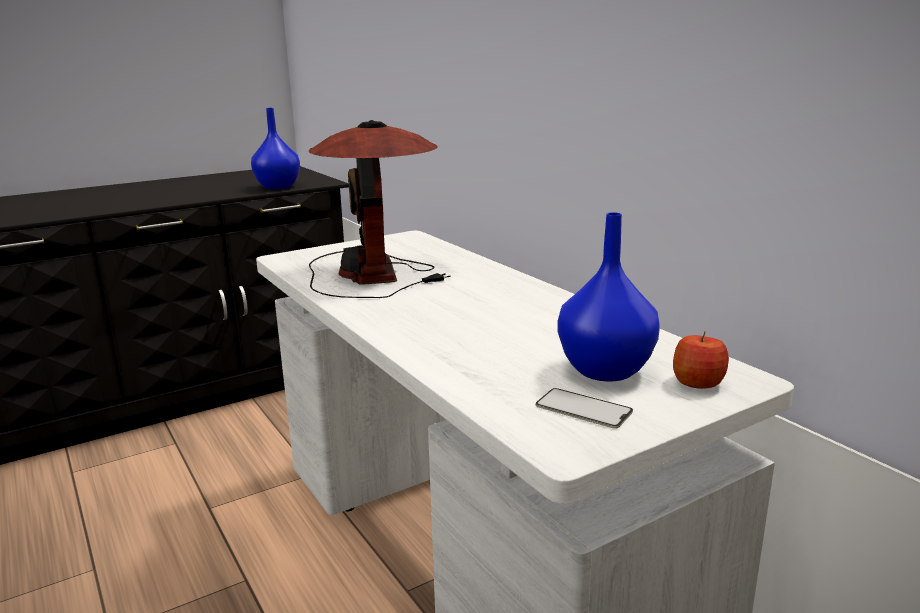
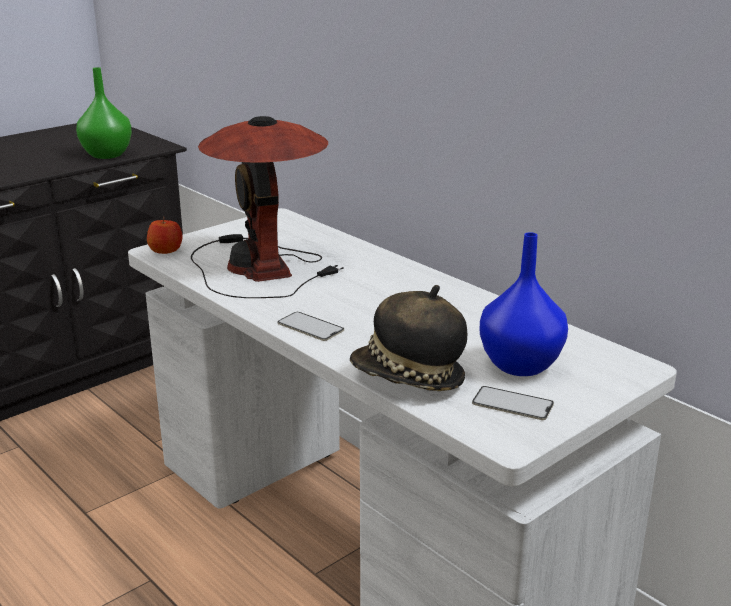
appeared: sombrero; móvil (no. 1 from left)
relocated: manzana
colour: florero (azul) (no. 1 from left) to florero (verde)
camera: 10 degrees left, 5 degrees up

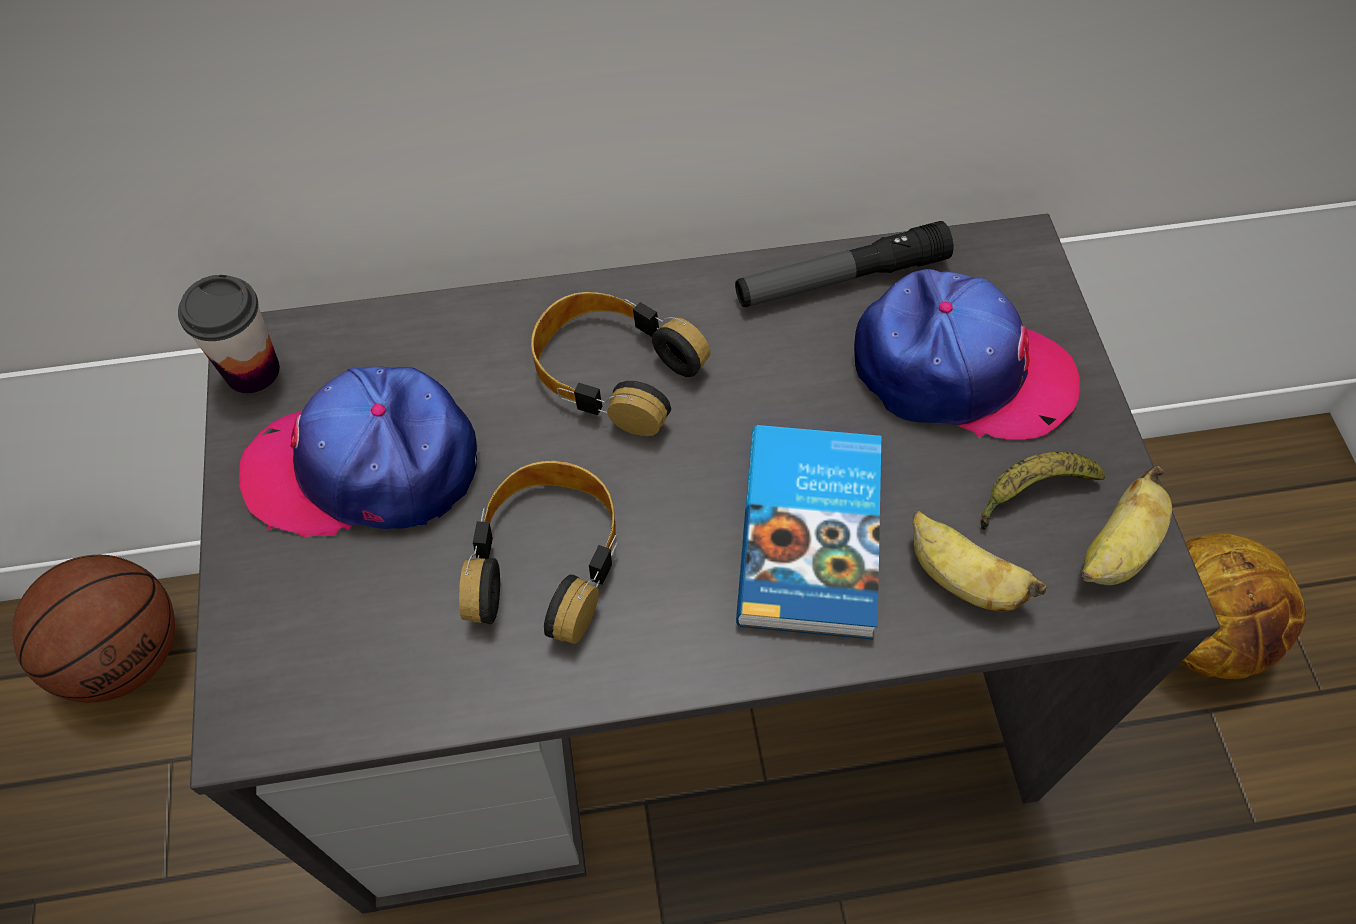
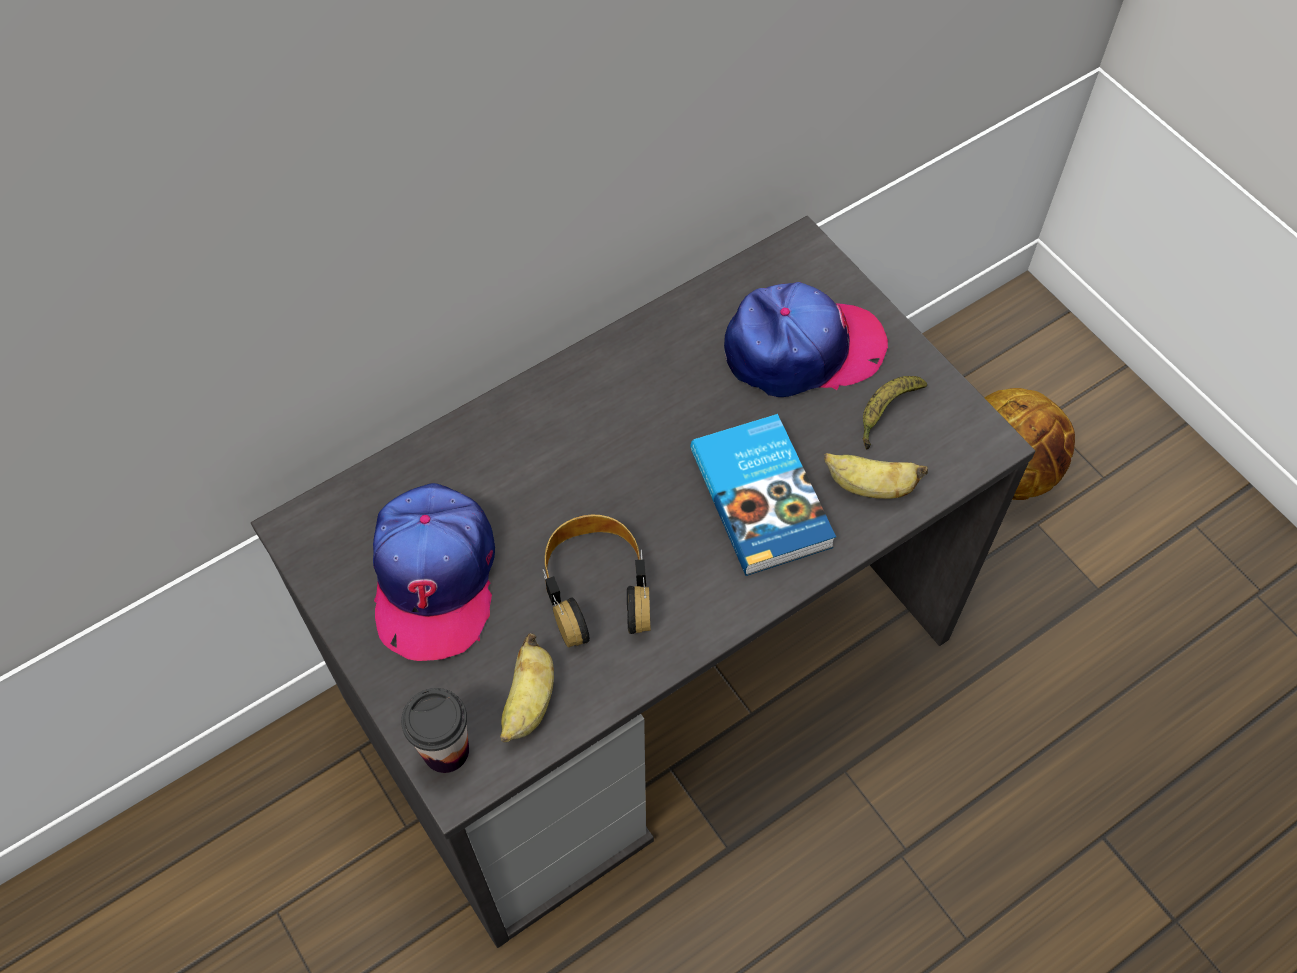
missing: linterna; auriculares (no. 2 from left); balón de baloncesto (no. 1 from left)
relocated: taza; plátano (no. 3 from left in the first image) to plátano (no. 1 from left)
spun: gorra (no. 1 from left) 60 degrees counterclockwise
camera: 25 degrees left, 0 degrees up

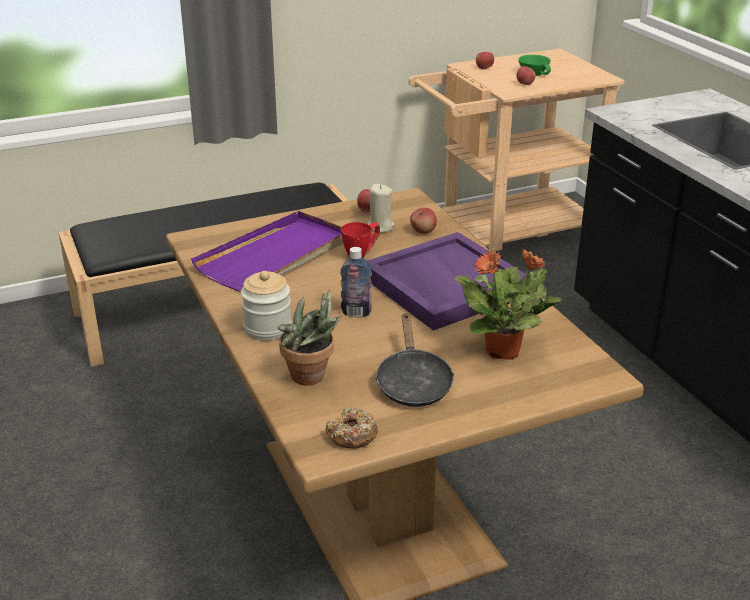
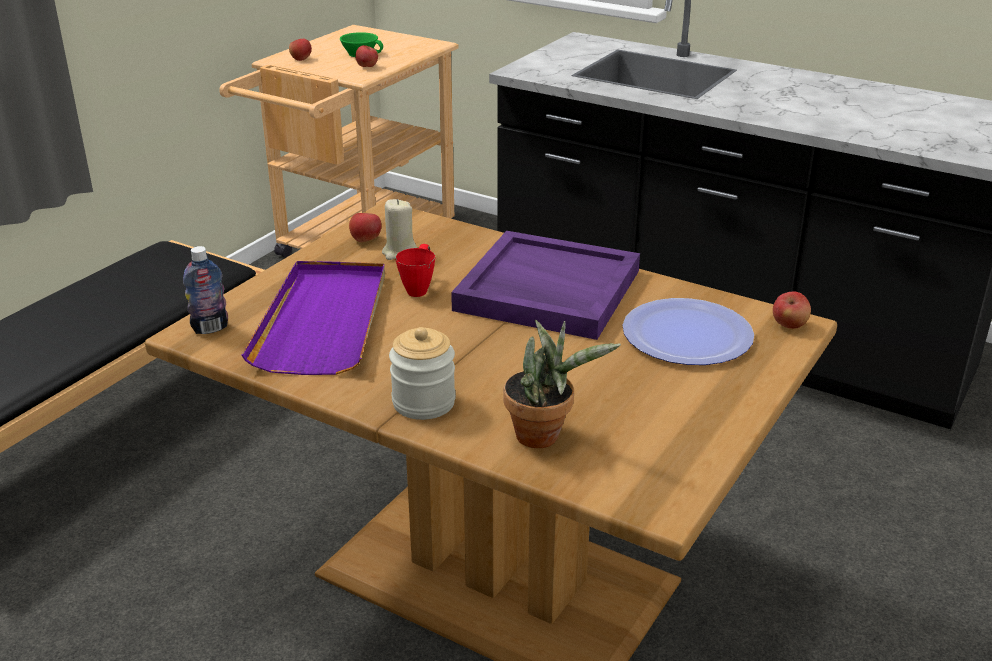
missing: sartén (negro); rosquilla
relocated: manzana (no. 2 from left in the first image) to manzana (no. 4 from left); botella
exchanged: planta en maceta (no. 2 from left) to plato
camera: 35 degrees left, 0 degrees up

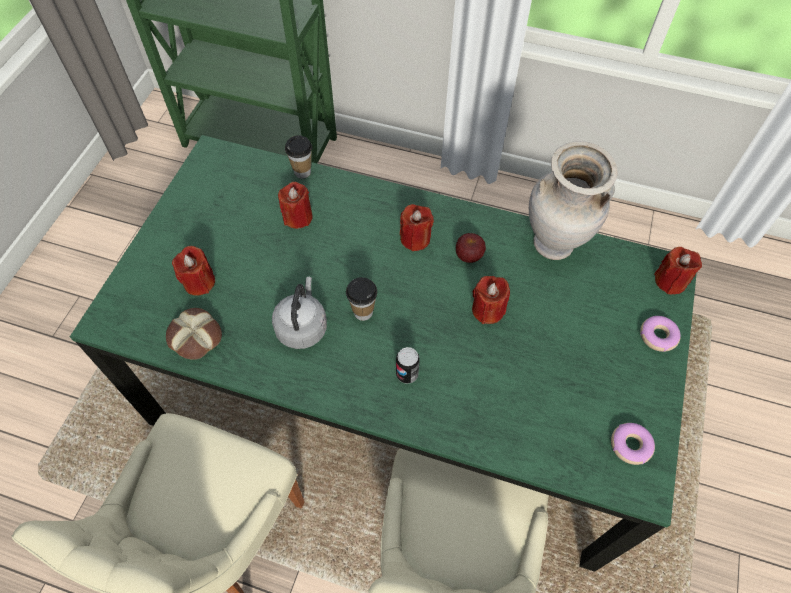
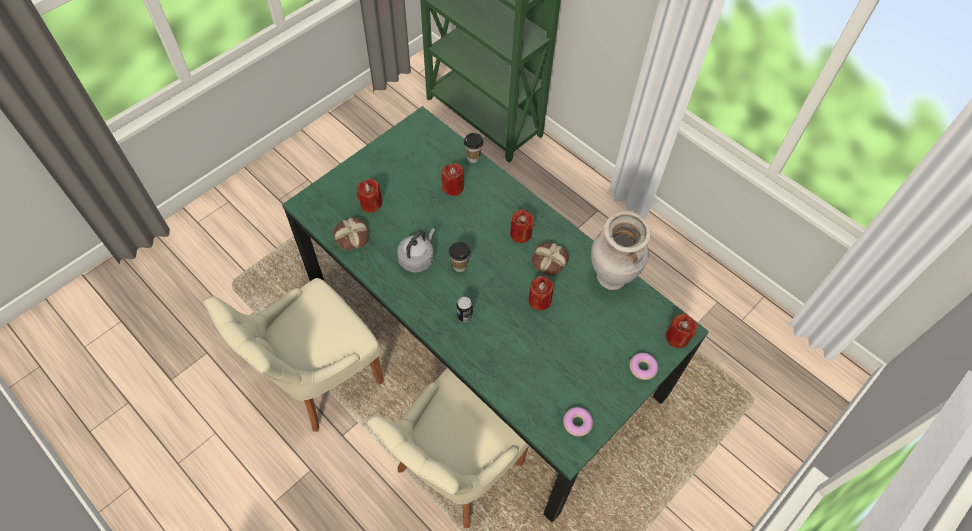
exchanged: manzana to pan (no. 2 from left)
camera: 25 degrees right, 0 degrees up

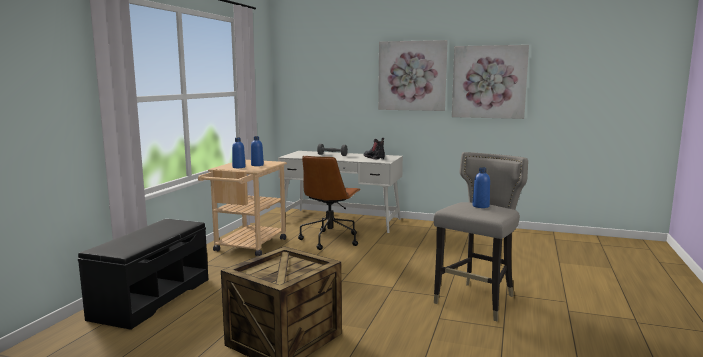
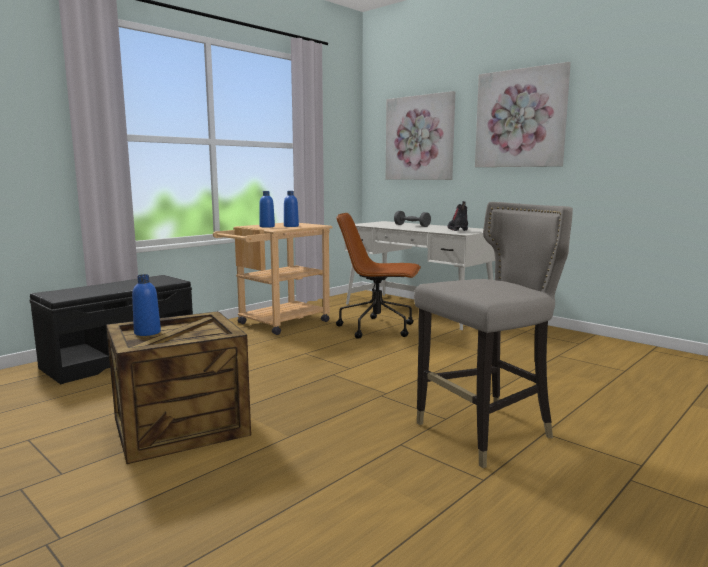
relocated: cuadro (no. 2 from left in the first image) to cuadro (no. 1 from left); botella (azul) (no. 3 from left in the first image) to botella (azul) (no. 1 from left)
spun: silla de oficina (marrón) 60 degrees clockwise
camera: 25 degrees right, 0 degrees up

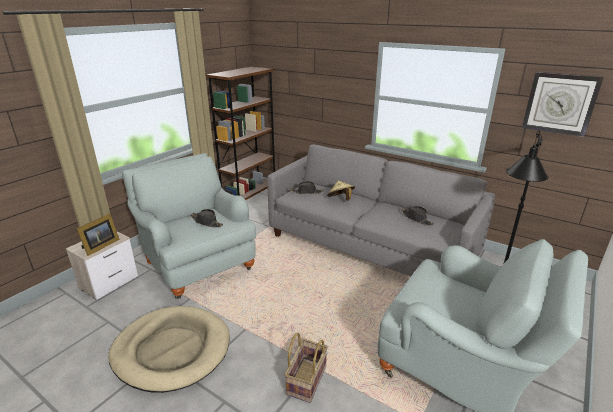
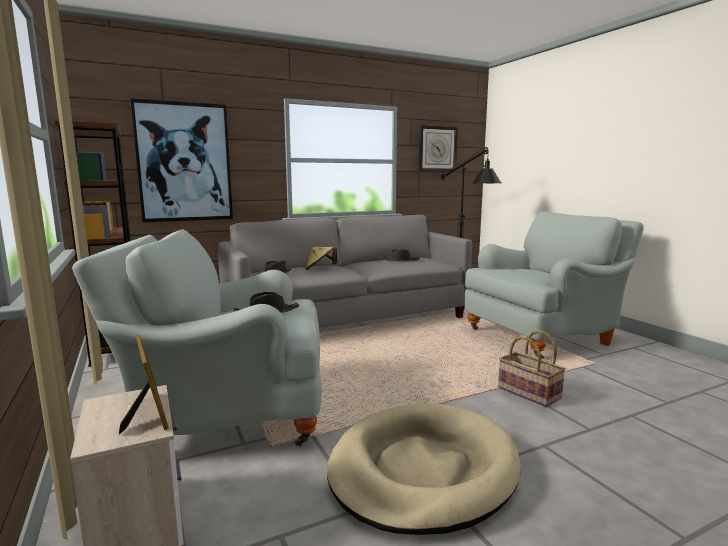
appeared: cuadro
camera: 60 degrees left, 15 degrees down

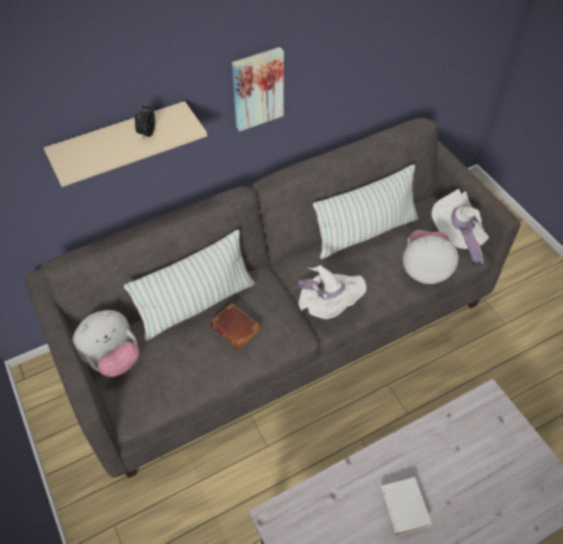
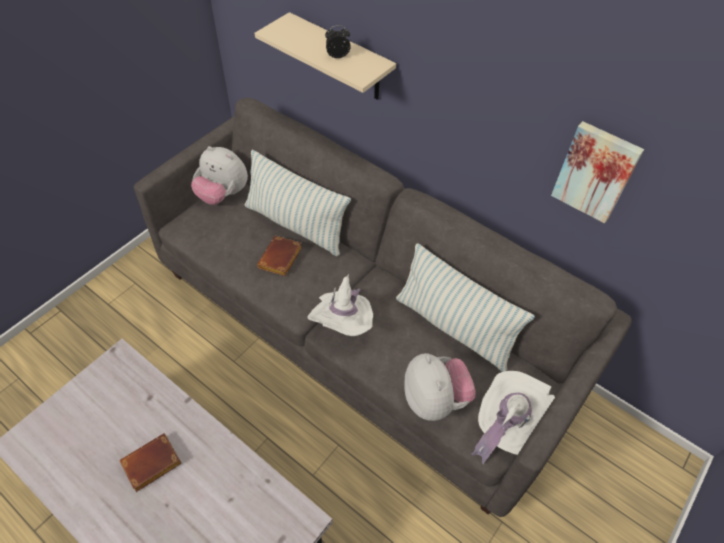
relocated: cuadro
colour: libro (blanco) to libro (marrón) (no. 1 from left)
camera: 65 degrees right, 0 degrees up

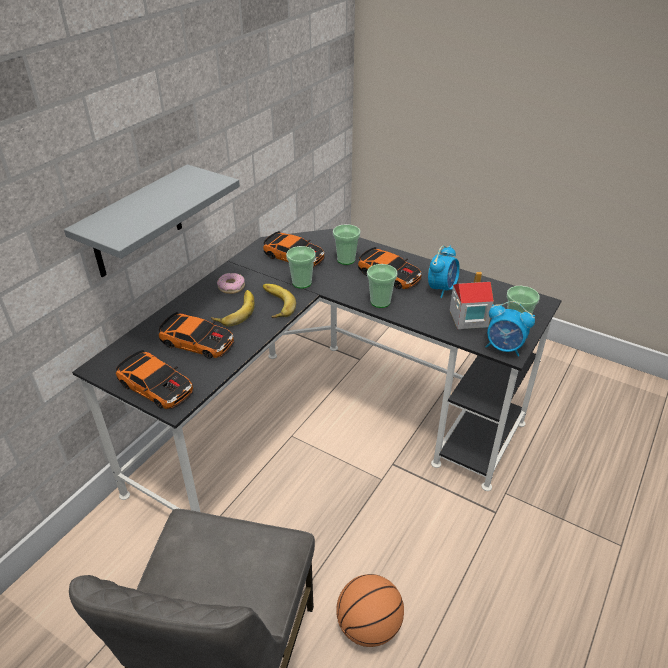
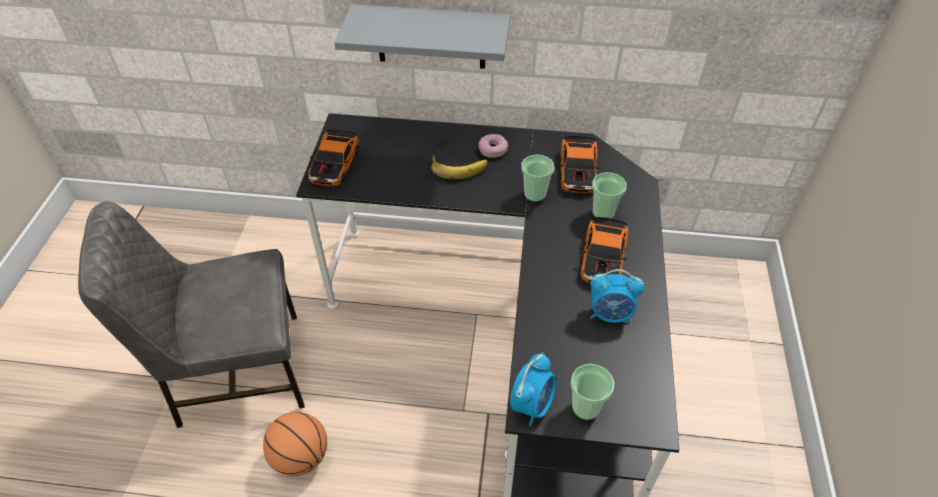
missing: taza (no. 3 from left); casita; plátano (no. 2 from left); coche de juguete (no. 2 from left)
spun: despertador (no. 2 from left in the first image) 150 degrees counterclockwise
camera: 65 degrees right, 10 degrees up

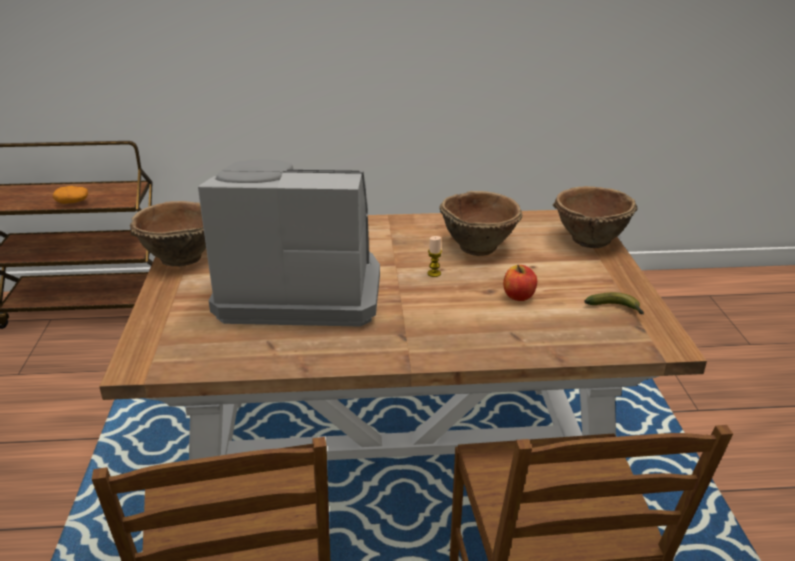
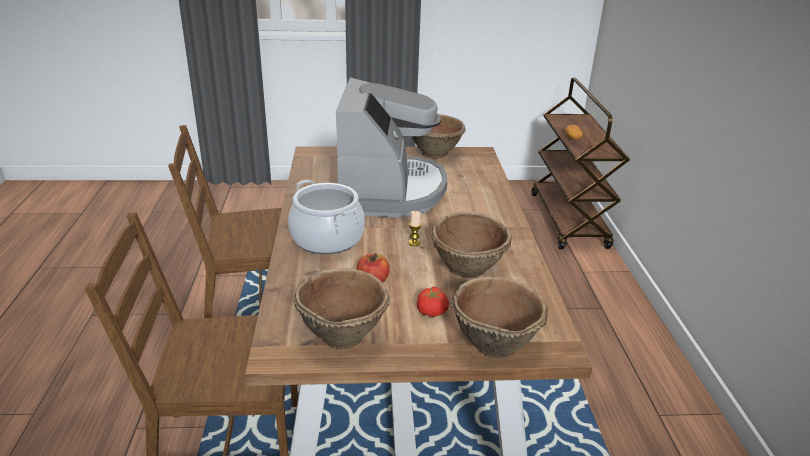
appeared: olla; tomate
exchanged: plátano to cuenco (marrón) (no. 1 from left)
camera: 90 degrees right, 0 degrees up

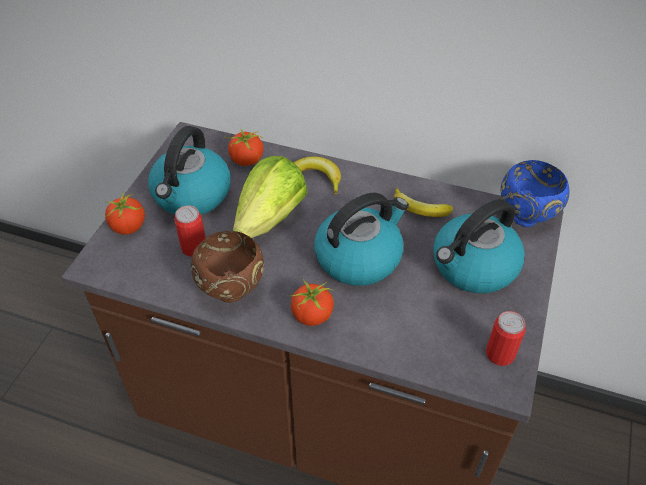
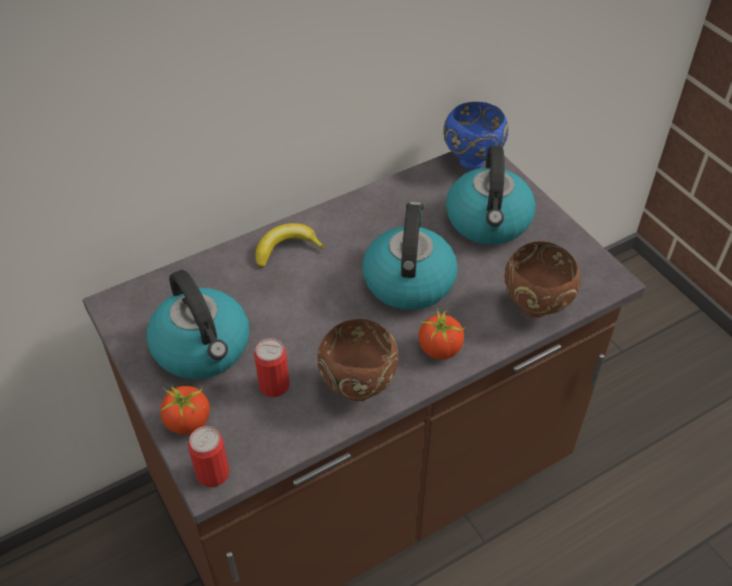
missing: tomate (no. 2 from left); lechuga; plátano (no. 2 from left)
appeared: cuenco (marrón) (no. 2 from left)
relocated: lata (no. 2 from left in the first image) to lata (no. 1 from left)
camera: 50 degrees left, 0 degrees up

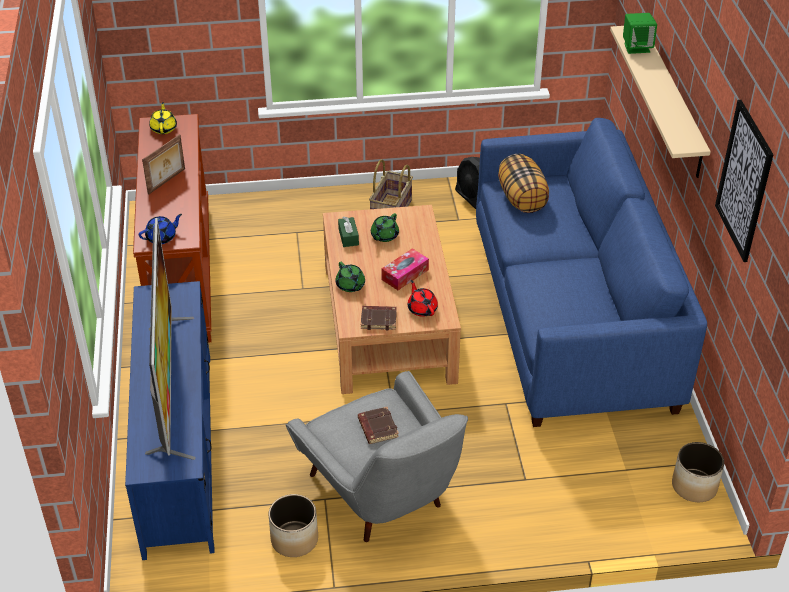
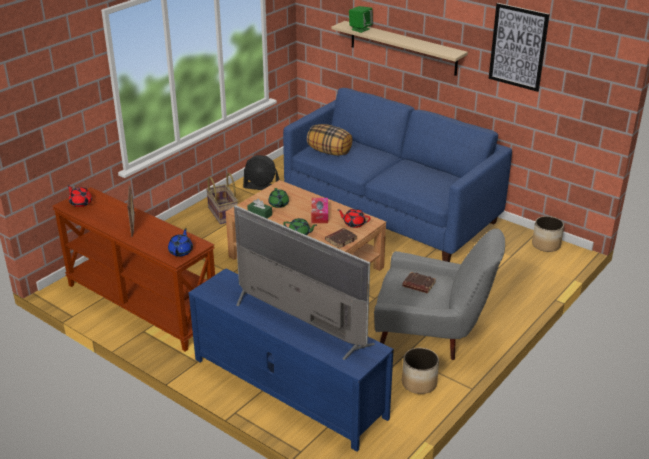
colour: tetera (amarillo) to tetera (rojo) (no. 1 from left)
camera: 45 degrees left, 10 degrees down

